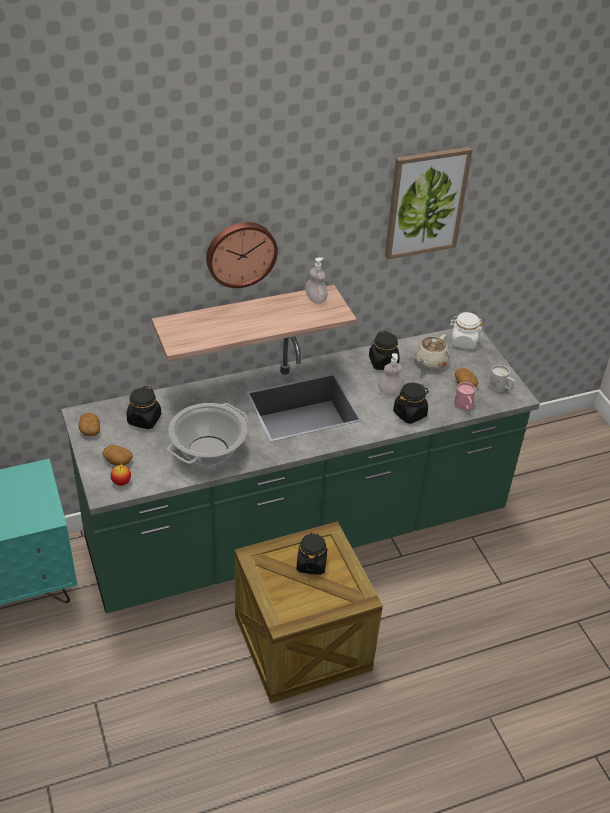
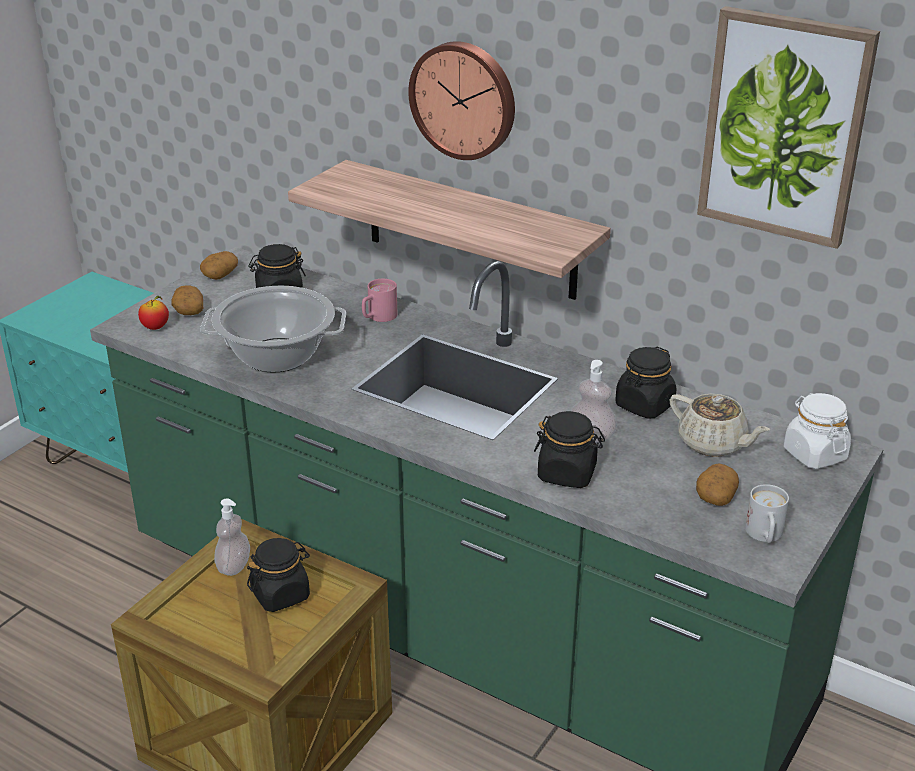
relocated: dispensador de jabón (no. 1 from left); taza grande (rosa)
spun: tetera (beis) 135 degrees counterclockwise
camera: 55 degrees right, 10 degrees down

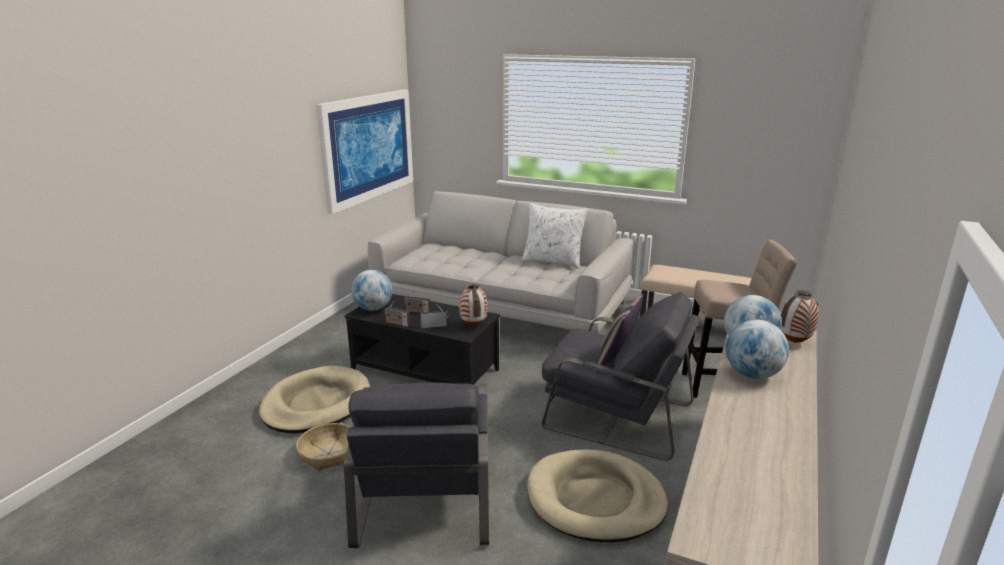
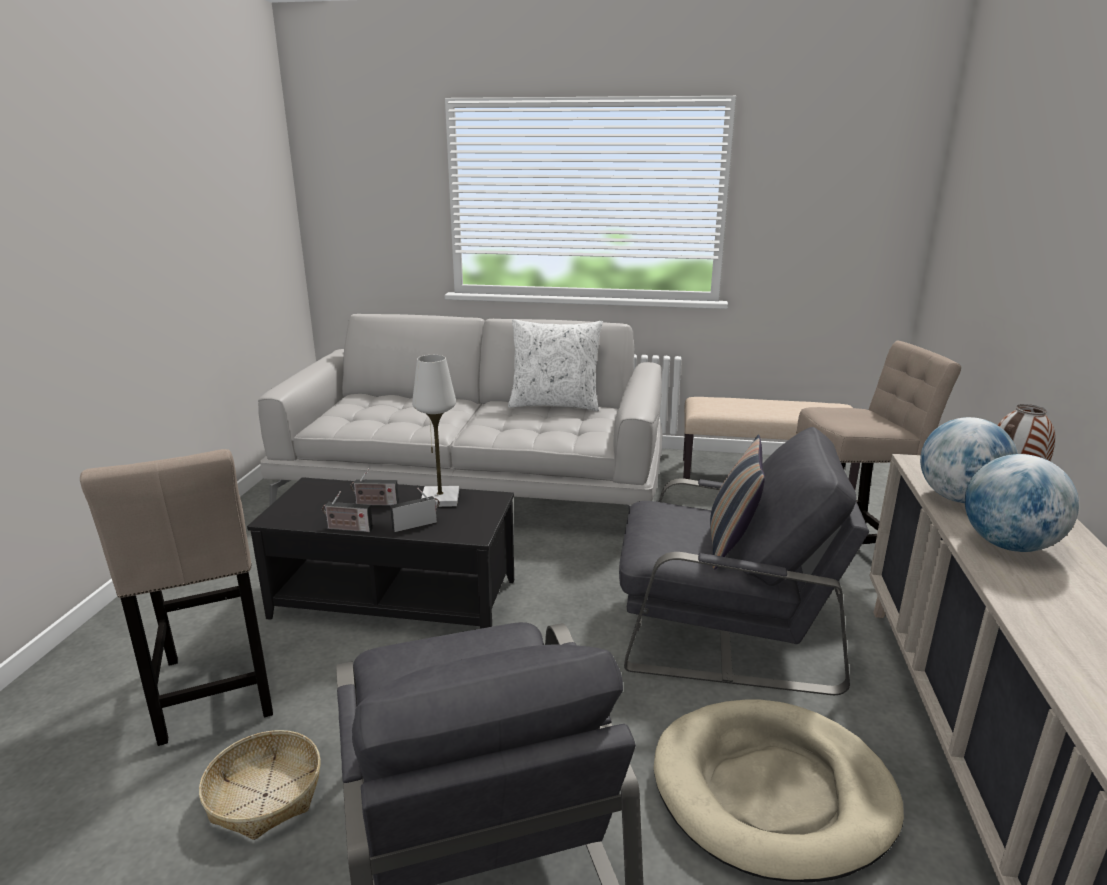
missing: cuadro; globo terráqueo (no. 1 from left); florero (no. 1 from left)
appeared: lámpara de mesa (blanco)
exchanged: cama para perro (beis) (no. 1 from left) to taburete (beis) (no. 1 from left)
camera: 15 degrees left, 0 degrees up

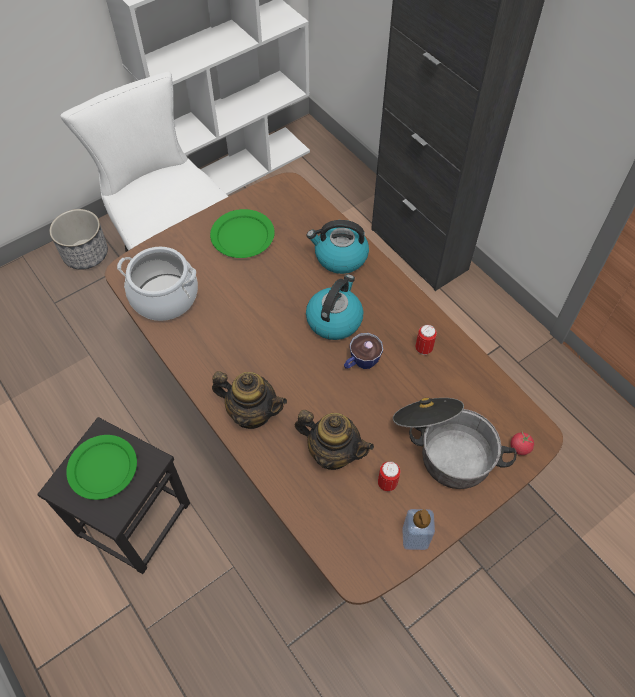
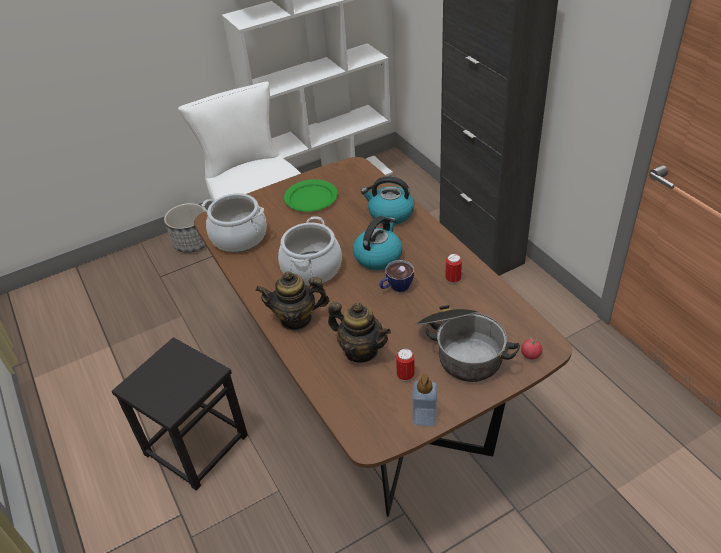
missing: plato (verde) (no. 1 from left)
appeared: olla (no. 2 from left)
spun: tetera (no. 1 from left) 150 degrees clockwise
camera: 10 degrees right, 15 degrees down

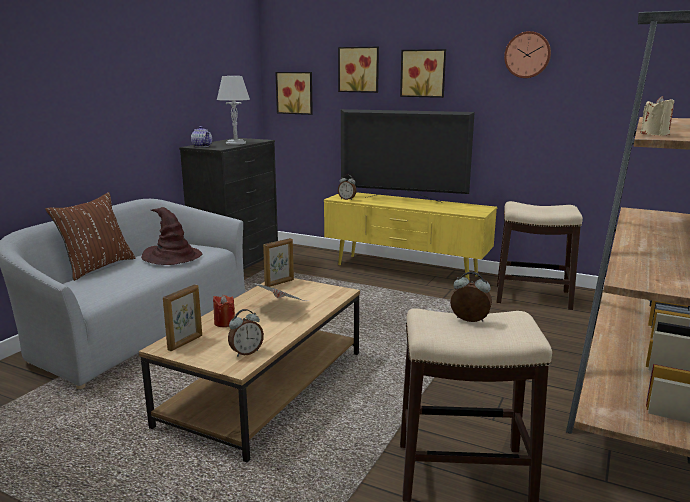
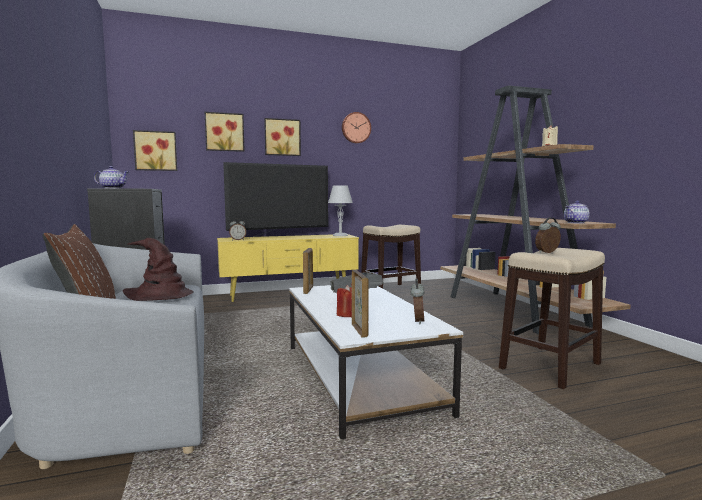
appeared: tetera (no. 2 from left)
relocated: lámpara de mesa (gris)
colour: mesa de centro (marrón) to mesa de centro (blanco)
camera: 45 degrees left, 10 degrees down

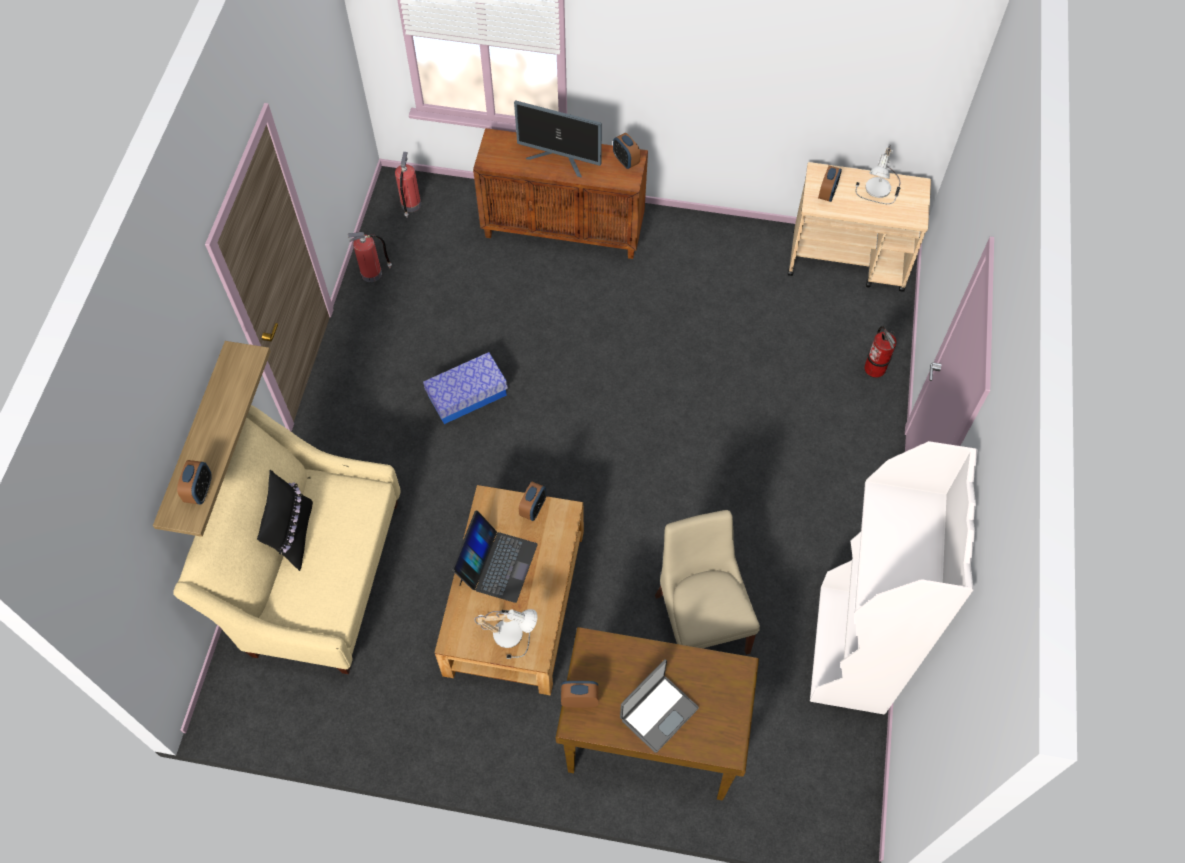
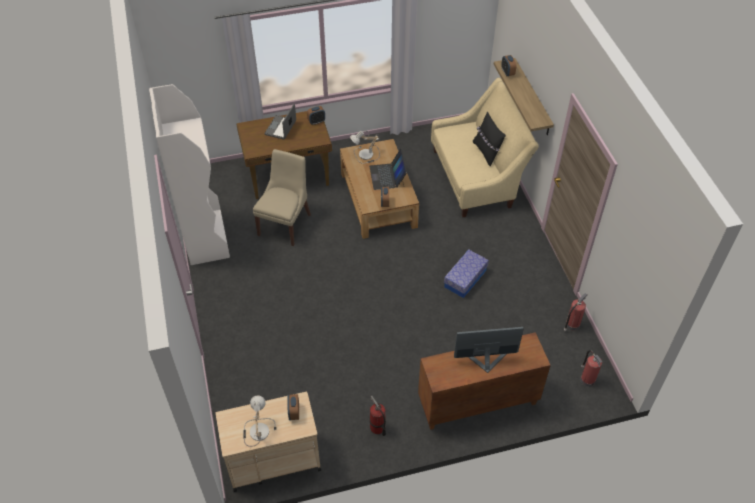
missing: despertador (no. 4 from left)
relocated: extintor (no. 3 from left in the first image) to extintor (no. 1 from left)
spun: silla (beis) 120 degrees counterclockwise
camera: 155 degrees right, 10 degrees down

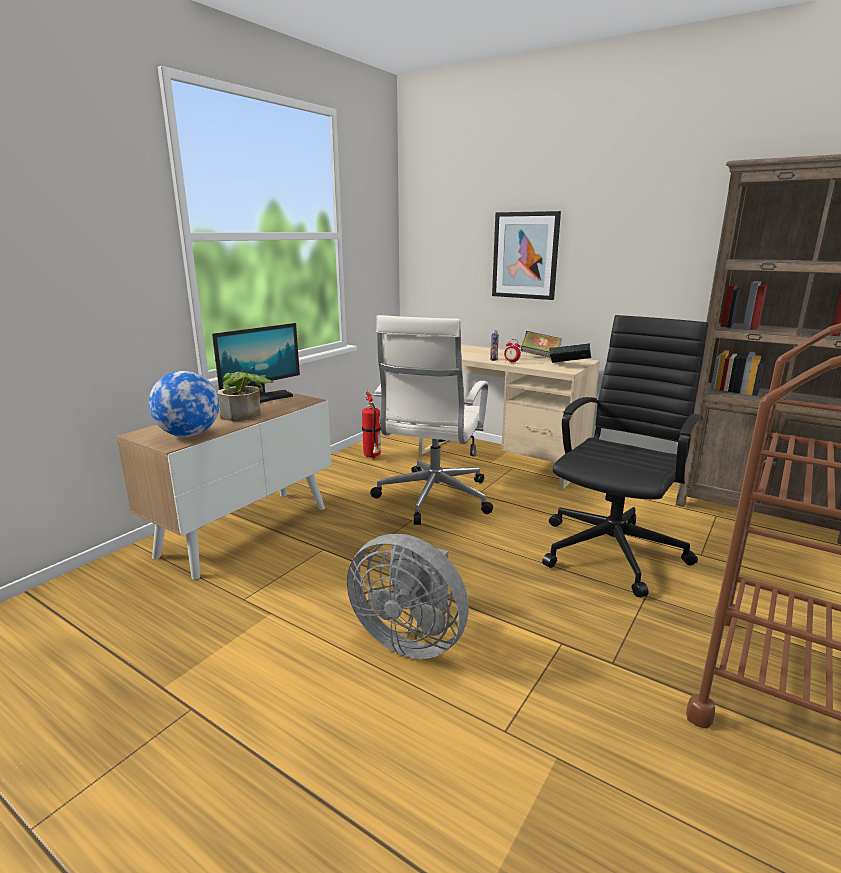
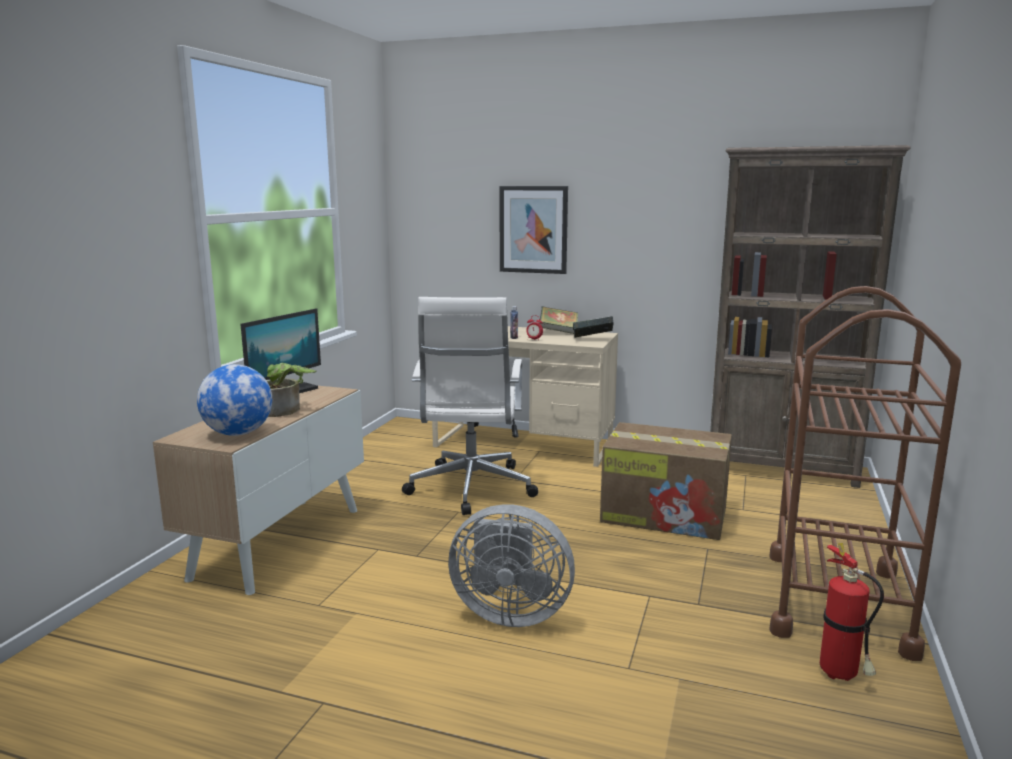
relocated: extintor
exchanged: silla de oficina (negro) to caja de cartón
camera: 15 degrees left, 5 degrees down

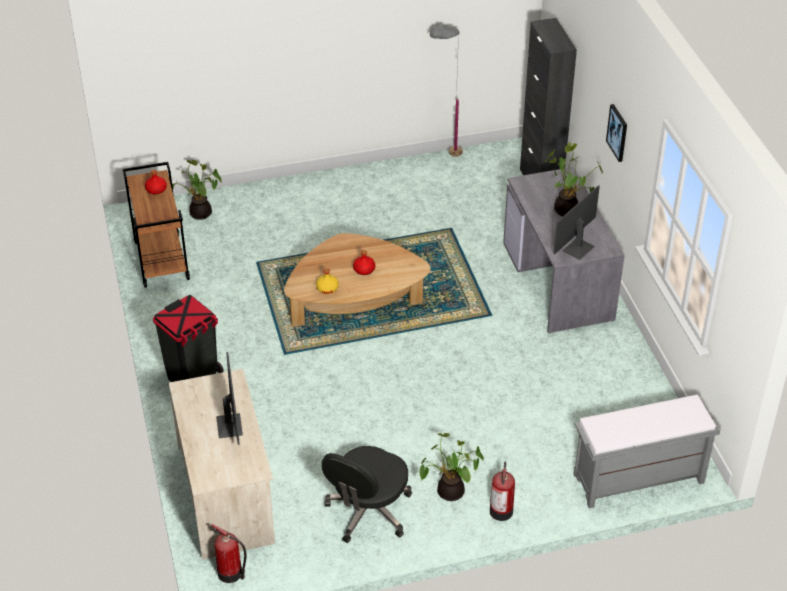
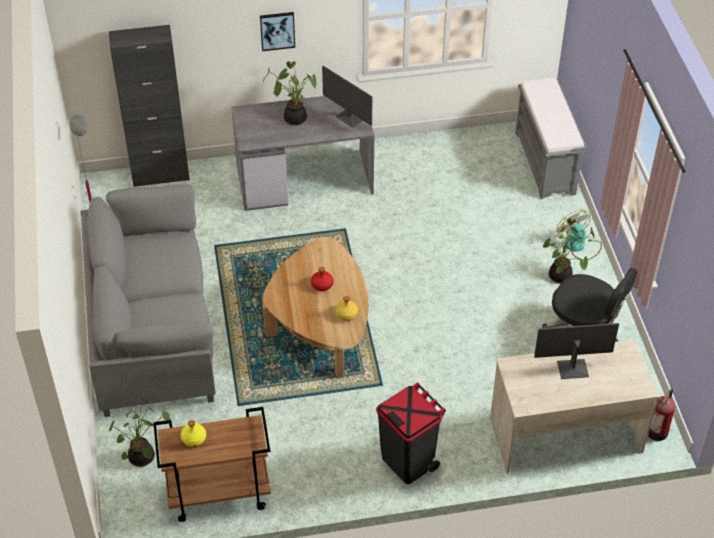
appeared: sofá (gris)
exchanged: extintor (no. 2 from left) to ventilador
colour: botella (rojo) (no. 1 from left) to botella (amarillo) (no. 1 from left)
camera: 85 degrees left, 5 degrees up

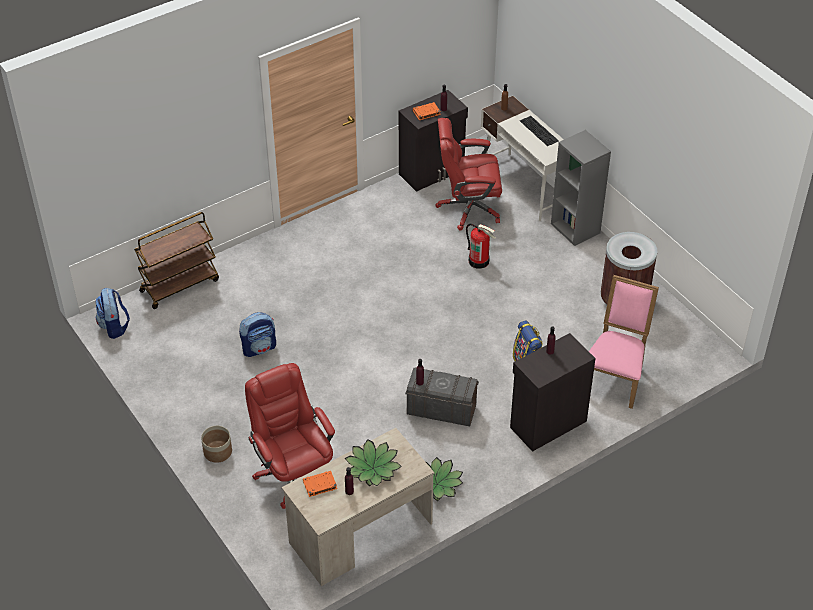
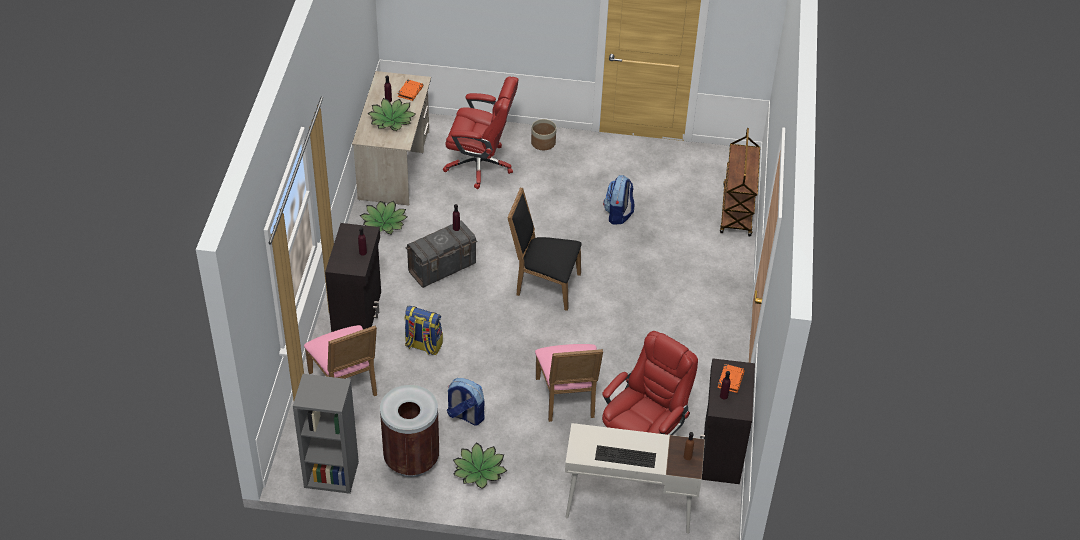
appeared: silla (negro); planta en maceta (no. 3 from left)
relocated: estantería (gris); mochila (no. 1 from left in the first image) to mochila (no. 2 from left)
exchanged: extintor to silla (rosa) (no. 2 from left)
camera: 130 degrees right, 0 degrees up

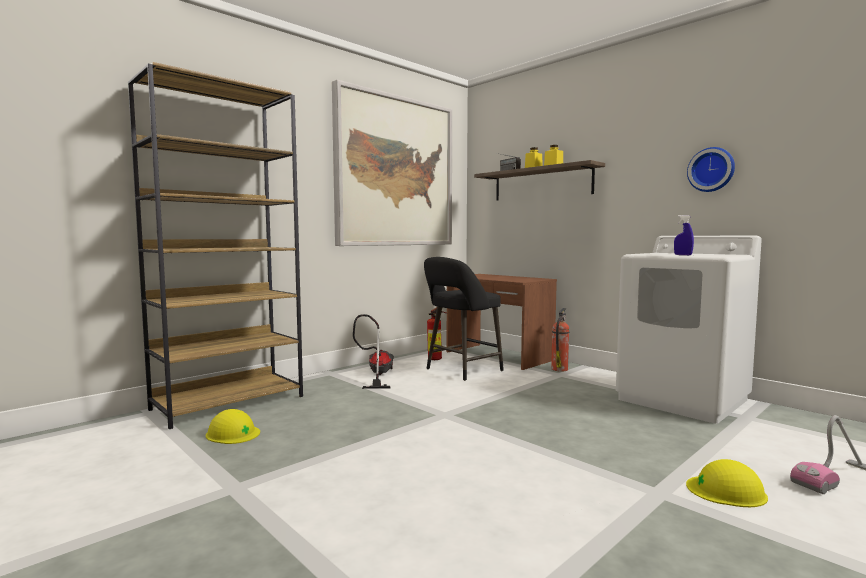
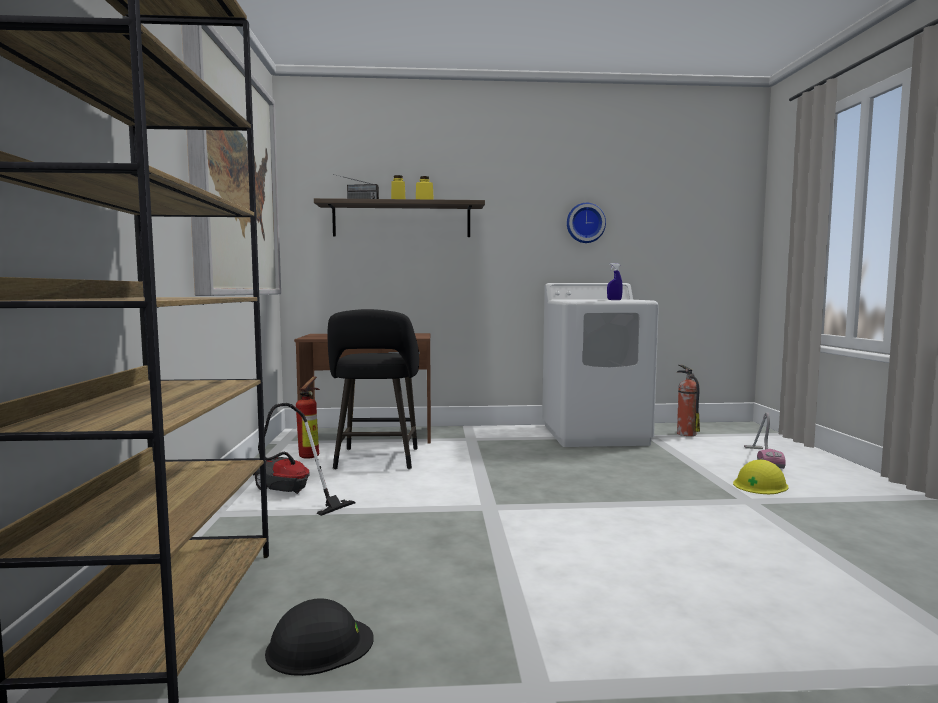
relocated: extintor (no. 2 from left)
colour: casco (amarillo) (no. 1 from left) to casco (negro)
camera: 50 degrees left, 0 degrees up

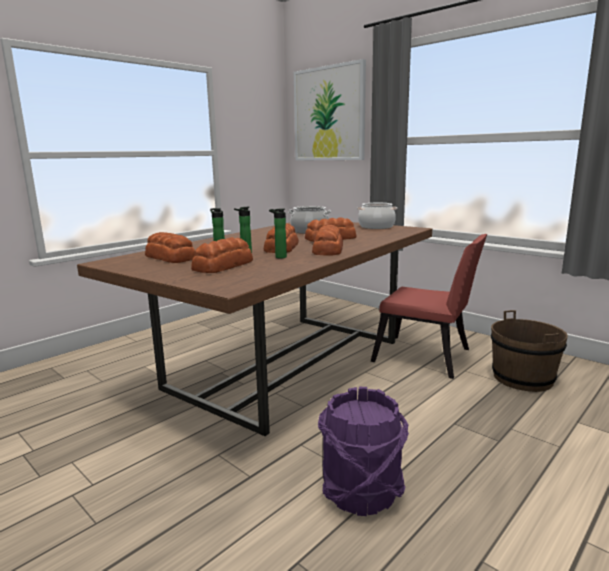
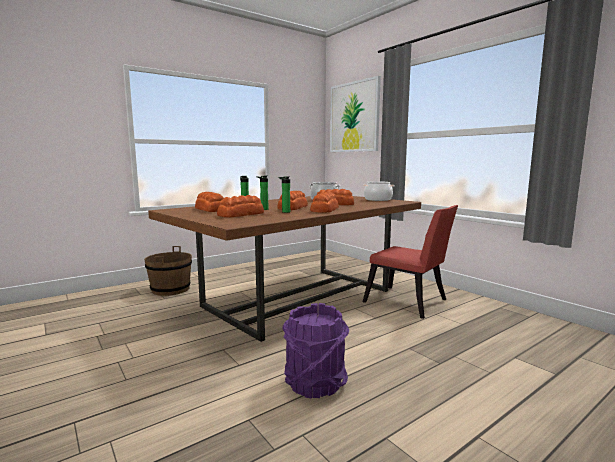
relocated: cubo (marrón)
camera: 10 degrees right, 5 degrees down

